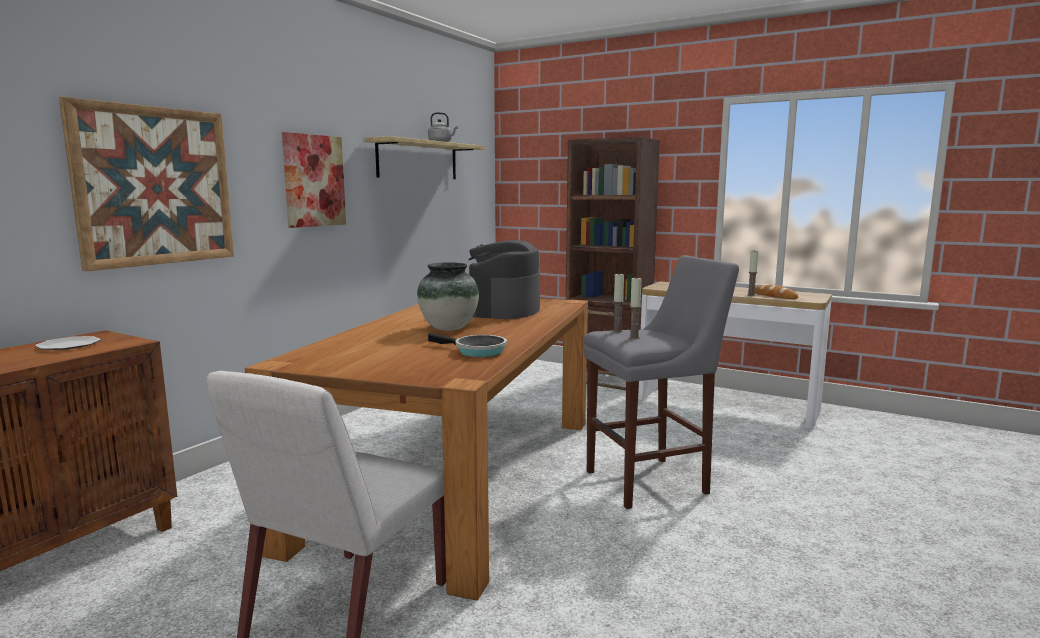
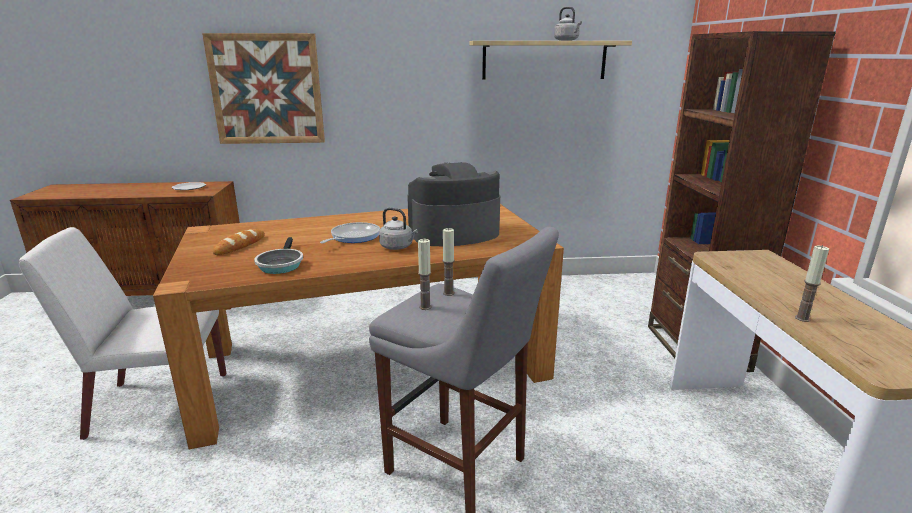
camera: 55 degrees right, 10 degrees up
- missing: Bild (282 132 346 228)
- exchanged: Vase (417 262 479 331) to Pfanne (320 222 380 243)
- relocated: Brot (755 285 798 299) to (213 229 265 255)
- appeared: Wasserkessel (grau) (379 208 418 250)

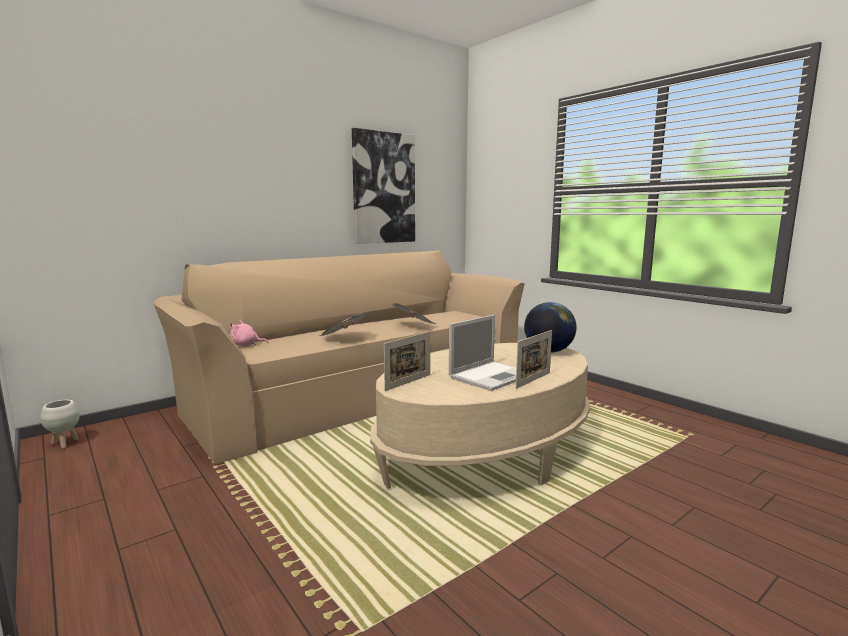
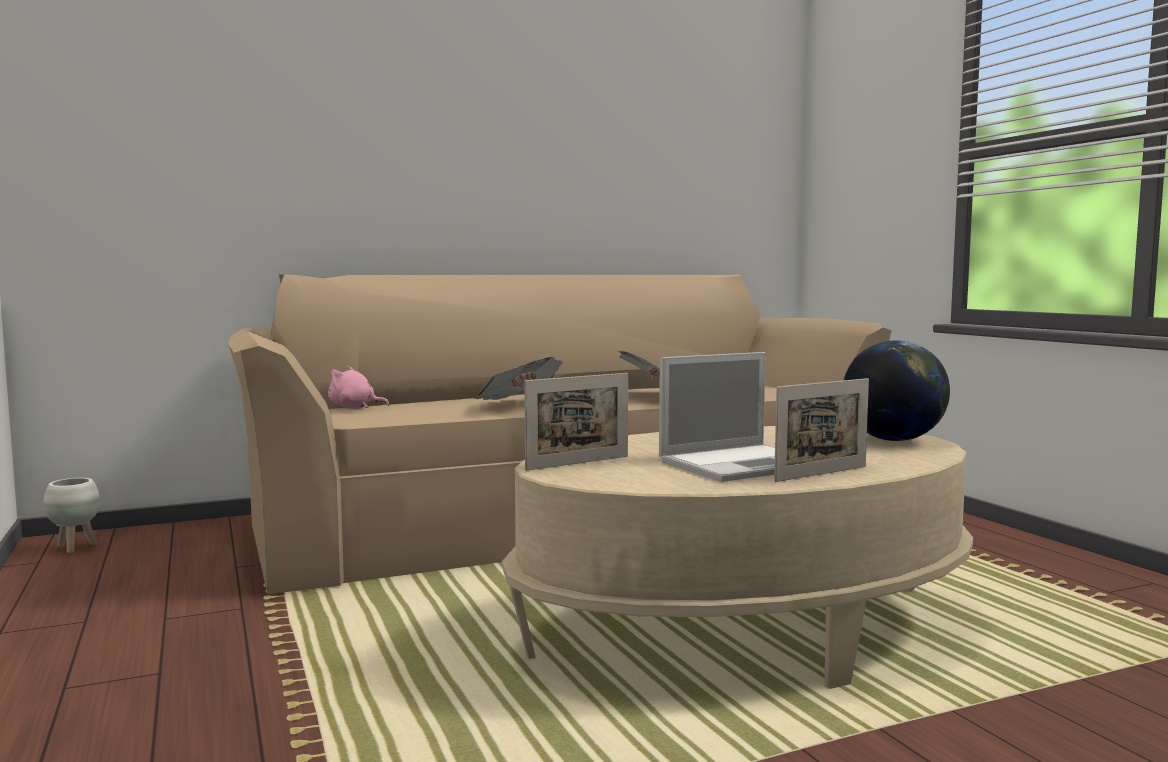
camera: 15 degrees right, 5 degrees down
- missing: Bild (352 128 415 244)

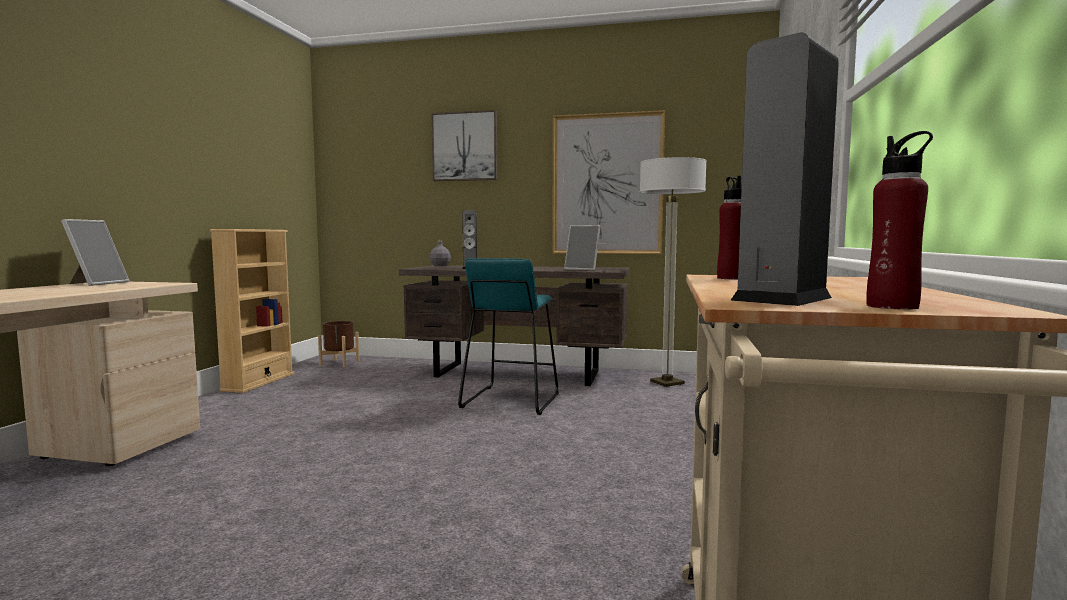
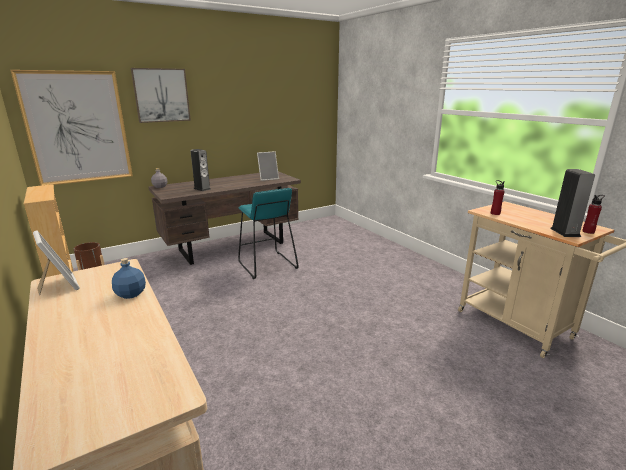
camera: 45 degrees left, 15 degrees up
- relocated: Bild (552 110 665 254) to (10 70 133 186)
- missing: Stehlampe (640 157 707 387)
- appeared: Flasche (blau) (112 258 146 299)

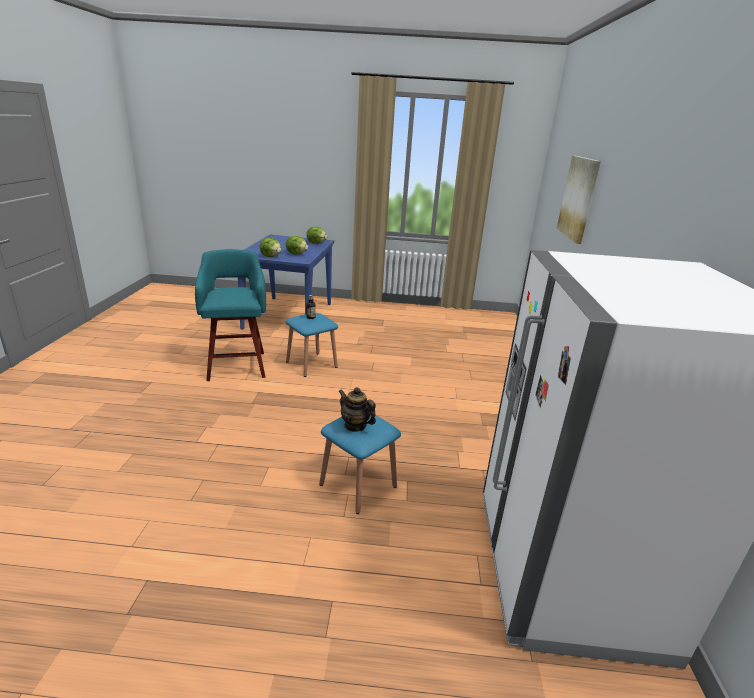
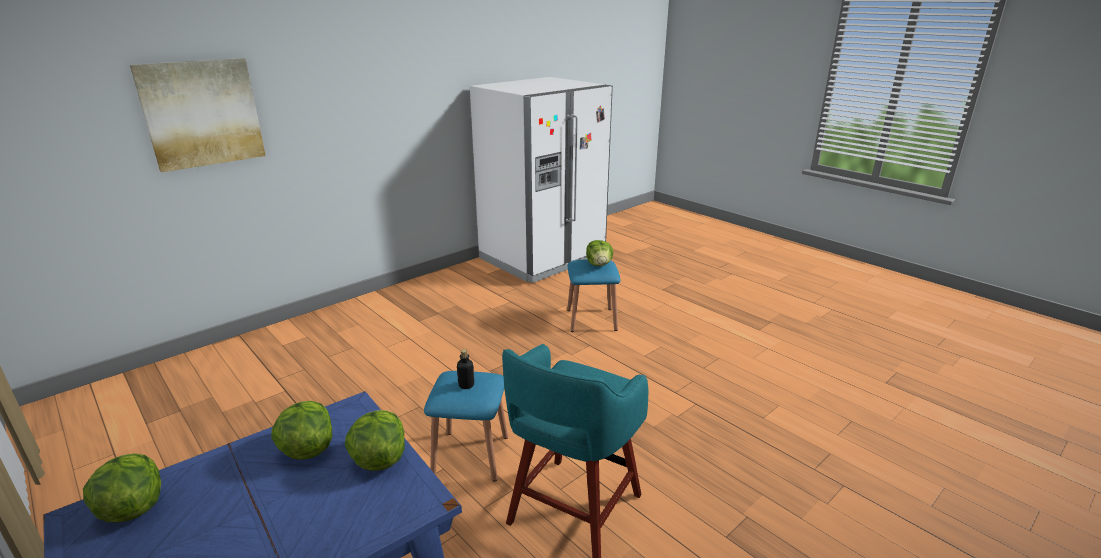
camera: 135 degrees left, 0 degrees up
- exchanged: Teekanne (338 387 376 432) to Salatkopf (586 240 613 266)

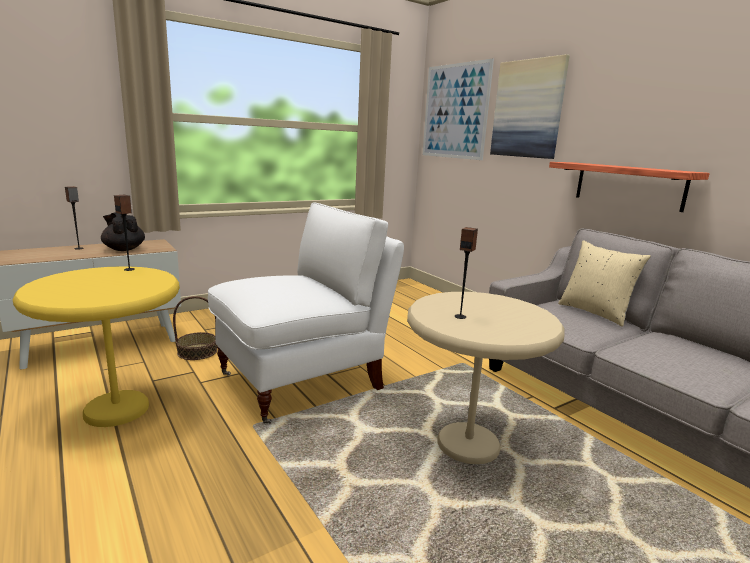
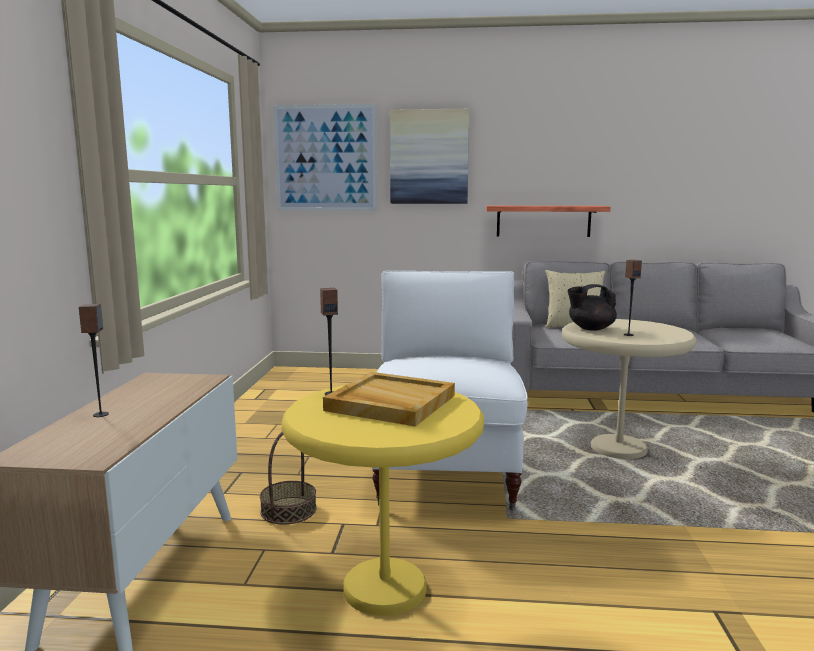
camera: 50 degrees left, 5 degrees down
- relocated: Teekanne (schwarz) (101 212 145 251) to (568 284 617 331)
- appeared: Tablett (beige) (323 372 455 427)

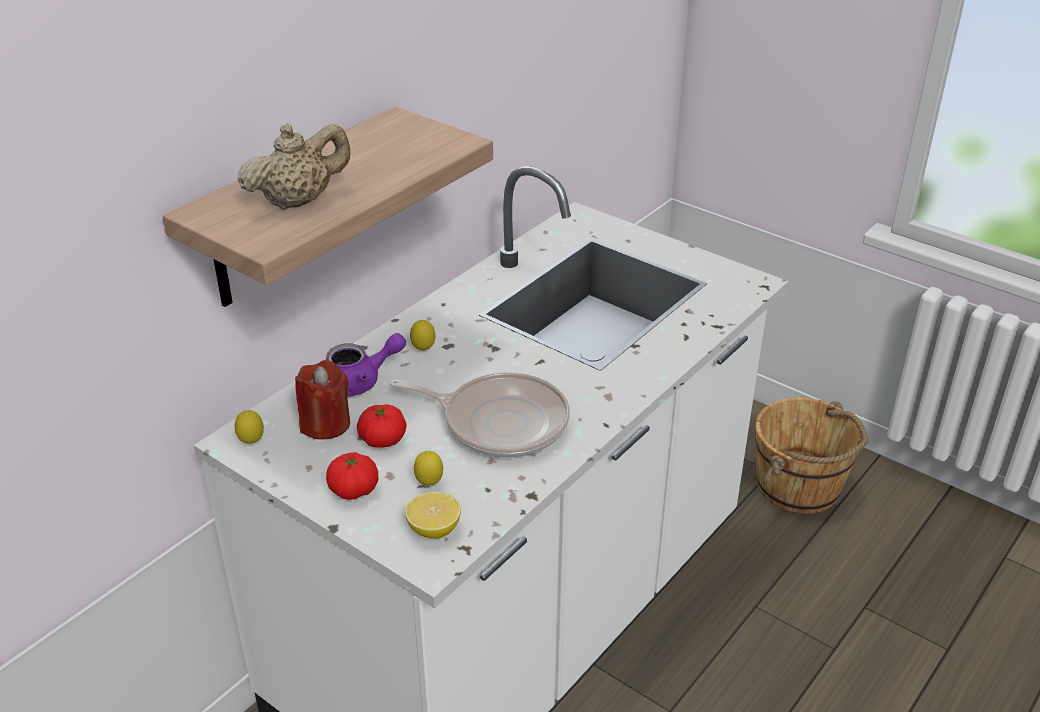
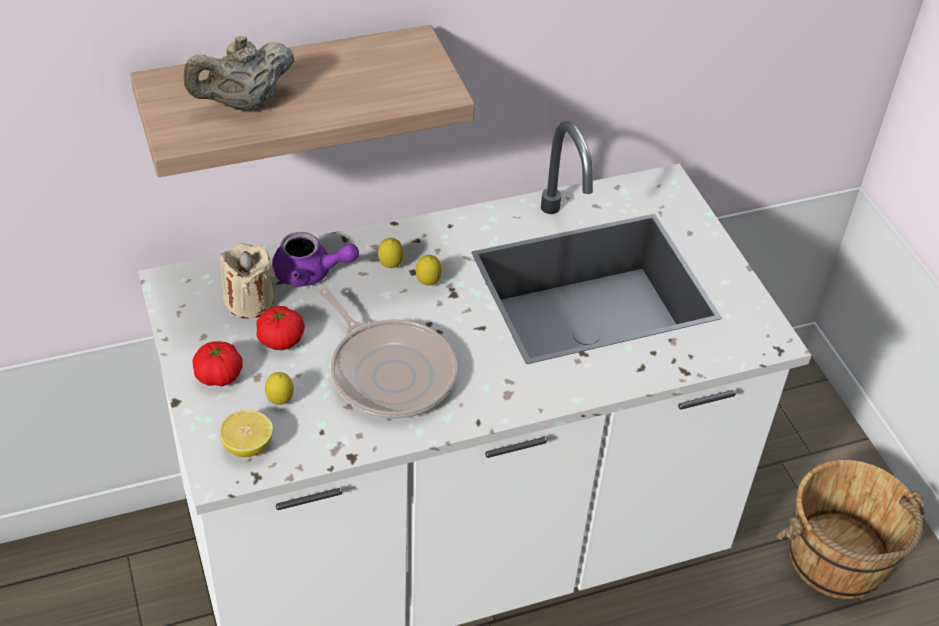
camera: 30 degrees right, 10 degrees up
- relocated: Zitrone (235 410 264 444) to (416 255 442 285)
- spun: Teekanne (beige) (237 124 351 210) = (184 36 295 110) 150 degrees clockwise
- colour: Kerze (rot) (295 360 350 440) to Kerze (beige) (220 243 275 319)

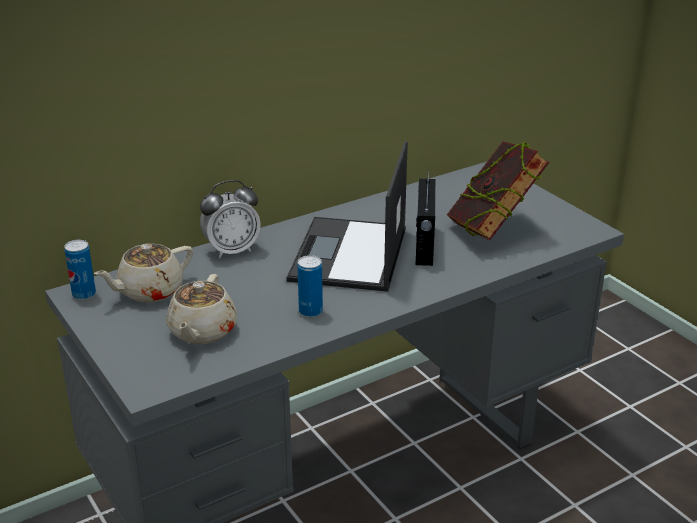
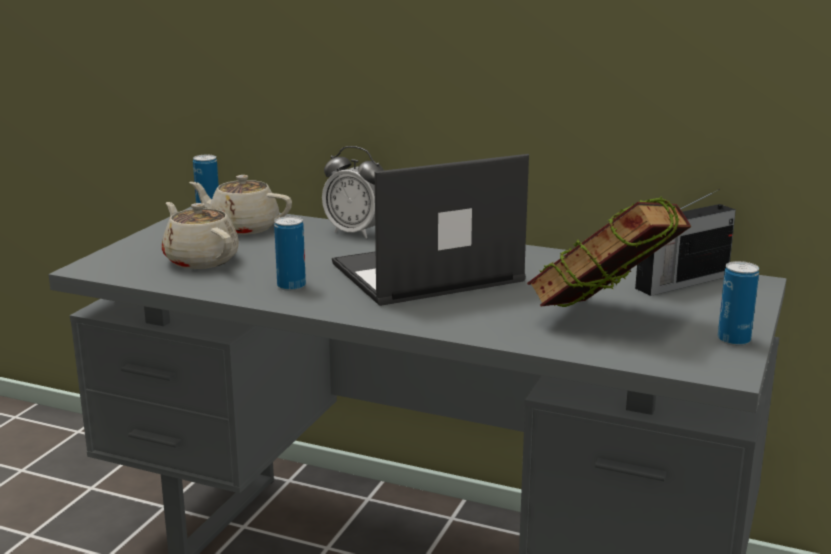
camera: 55 degrees right, 10 degrees down
- spun: Teekanne (beige) (166 274 237 344) = (162 202 239 269) 75 degrees clockwise
- relocated: Radio (416 169 436 266) to (635 189 736 296)
- appeared: Dose (718 261 759 346)

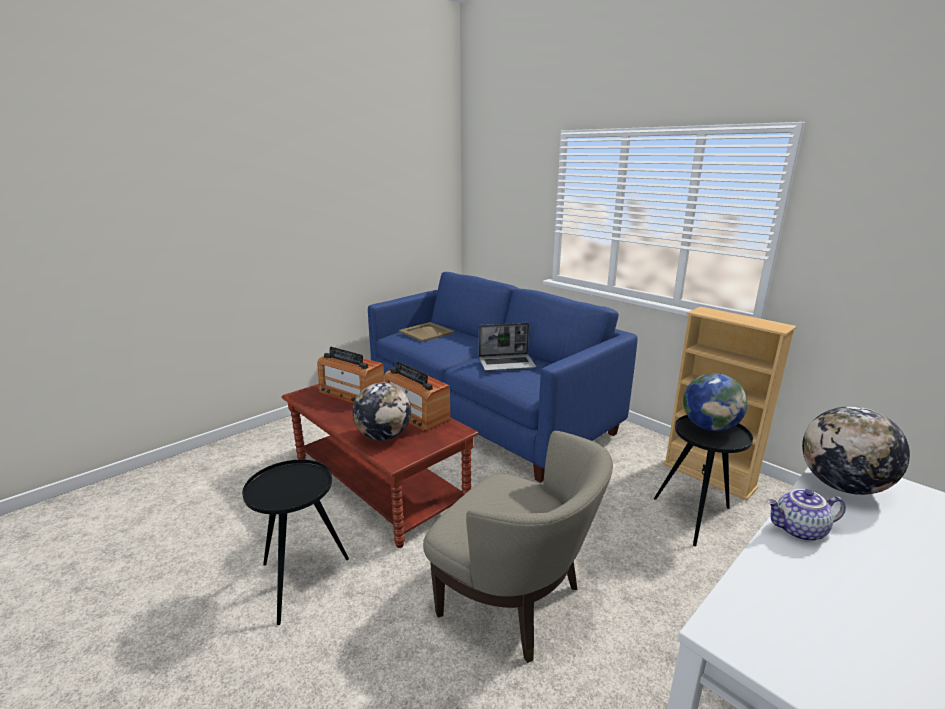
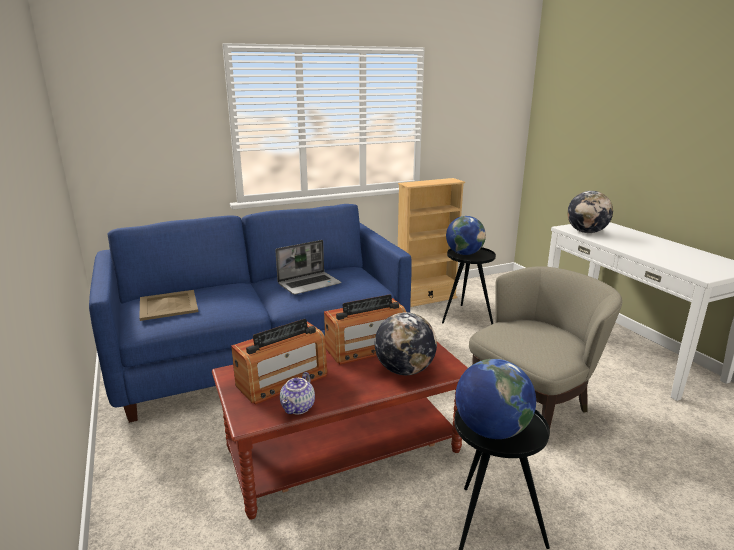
camera: 70 degrees left, 0 degrees up
- spun: Laptop (479 323 536 371) = (275 240 341 295) 45 degrees clockwise
- relocated: Teekanne (766 489 846 541) to (280 372 315 414)
- appeared: Globus (455 359 536 439)

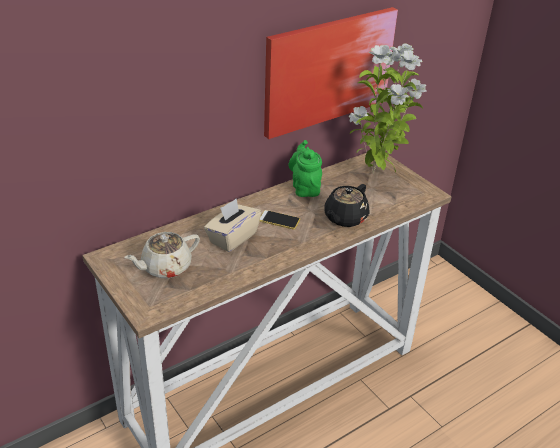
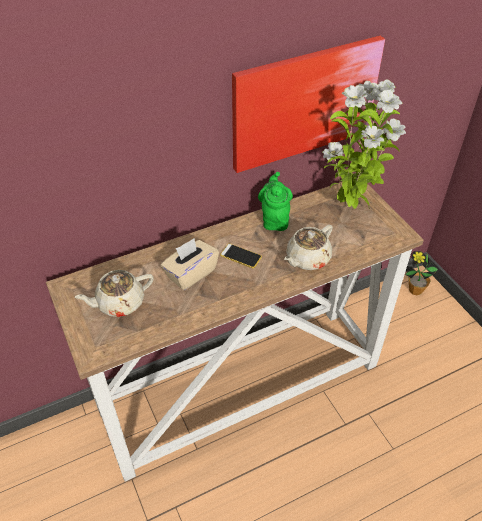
camera: 10 degrees right, 10 degrees up
- colour: Teekanne (schwarz) (324 184 369 227) to Teekanne (beige) (284 225 333 270)
- appeared: Topfpflanze (405 251 438 295)

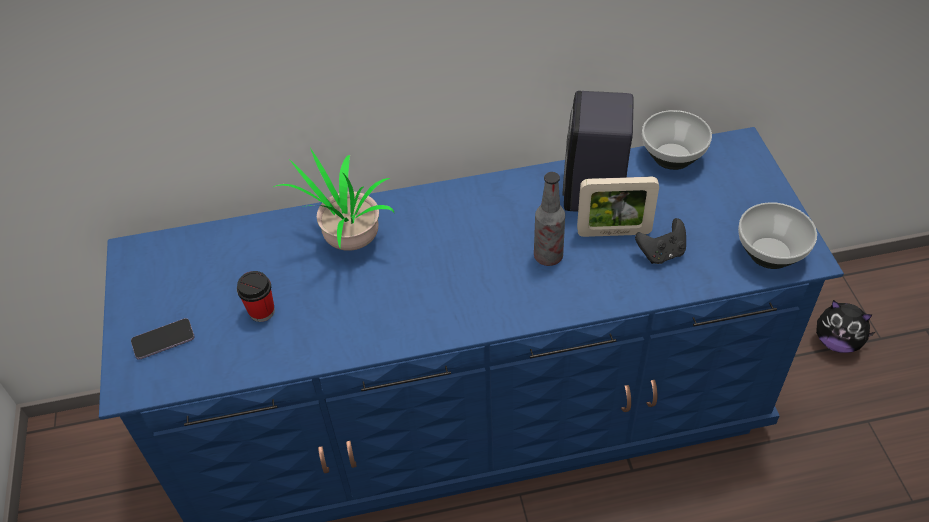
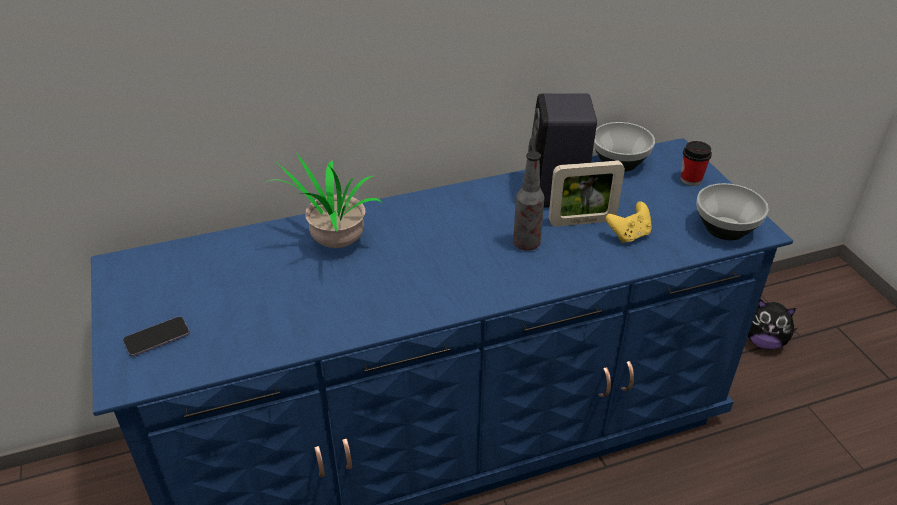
camera: 10 degrees left, 10 degrees down
- relocated: Tasse (237 271 275 322) to (680 141 712 186)
- colour: Gamepad (schwarz) (635 218 686 264) to Gamepad (gelb) (606 201 652 243)

